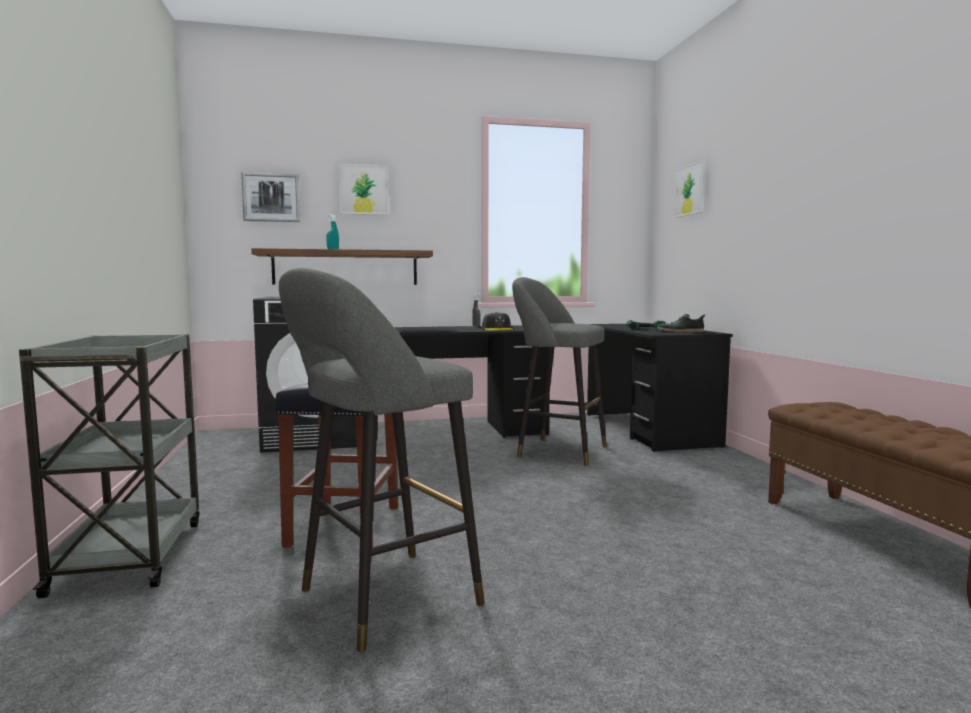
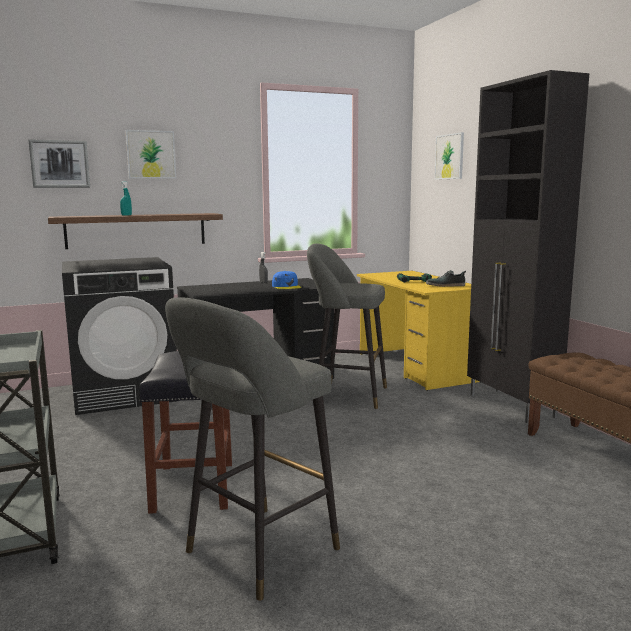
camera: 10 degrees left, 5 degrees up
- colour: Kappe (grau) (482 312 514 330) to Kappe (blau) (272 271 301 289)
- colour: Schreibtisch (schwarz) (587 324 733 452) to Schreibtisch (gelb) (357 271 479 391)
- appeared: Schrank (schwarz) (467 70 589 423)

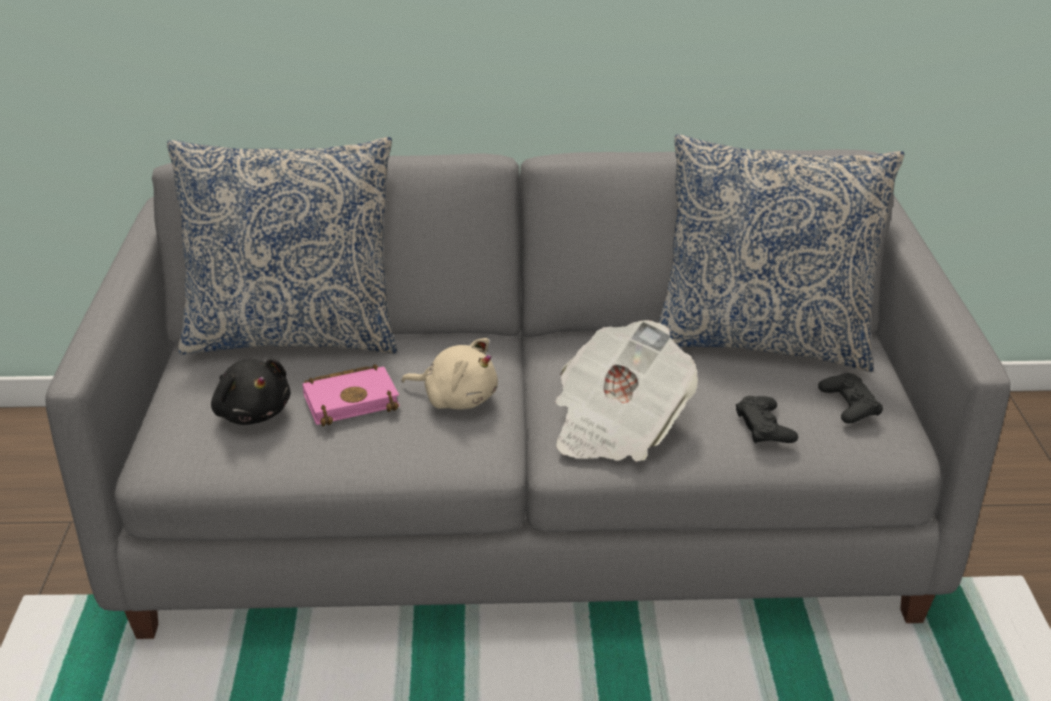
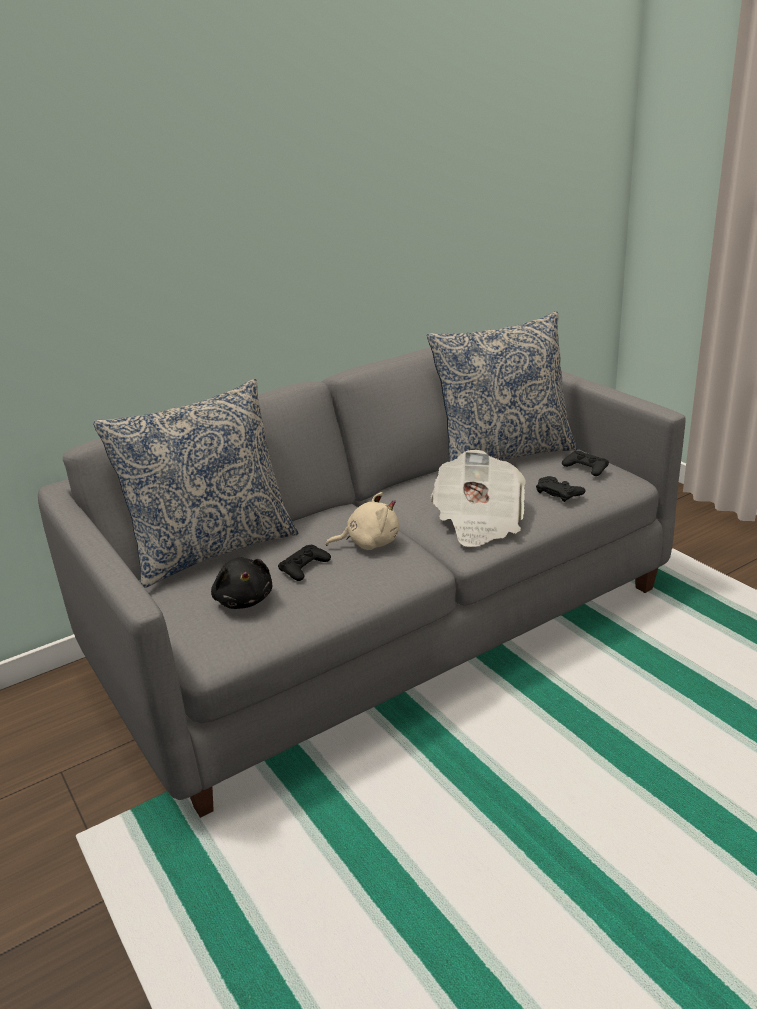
camera: 30 degrees left, 5 degrees down
- spun: Plüschtier (schwarz) (211 359 291 425) = (211 558 272 609) 45 degrees clockwise
- exchanged: Buch (rosa) (303 364 400 427) to Gamepad (schwarz) (278 545 331 581)

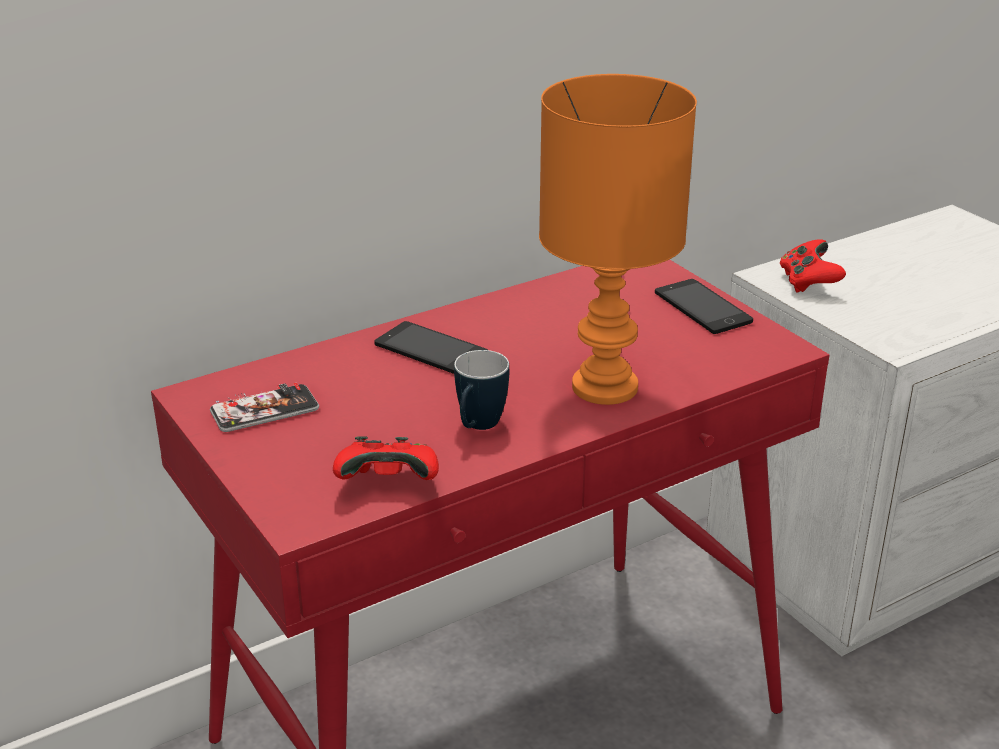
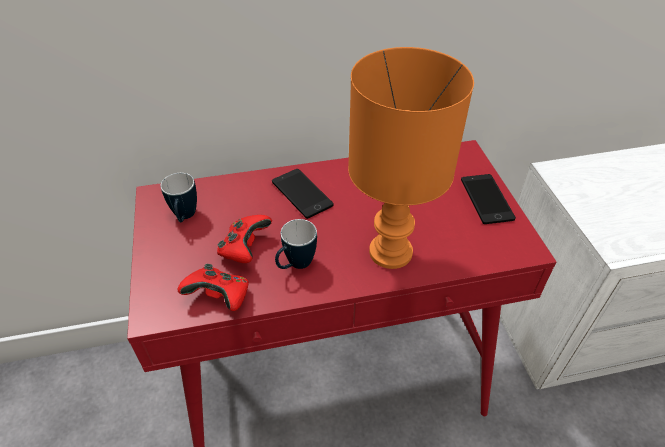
camera: 20 degrees right, 15 degrees up
- exchanged: Handy (210 383 319 432) to Henkelbecher (161 173 197 222)
- relocated: Gamepad (rot) (780 239 846 293) to (217 215 272 263)

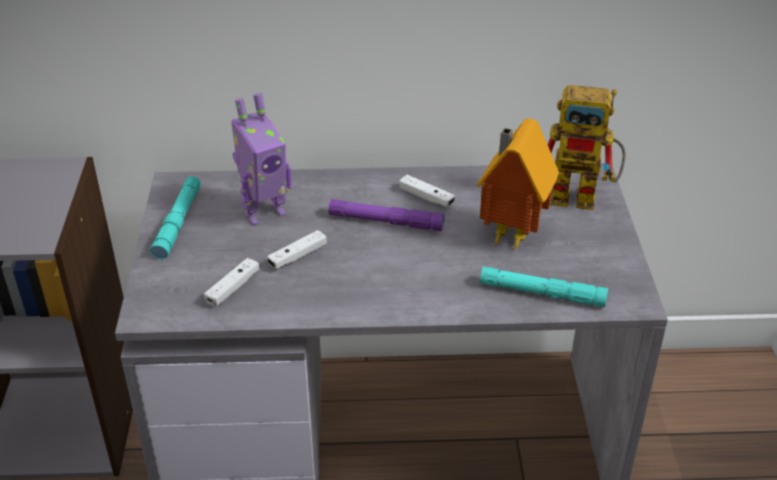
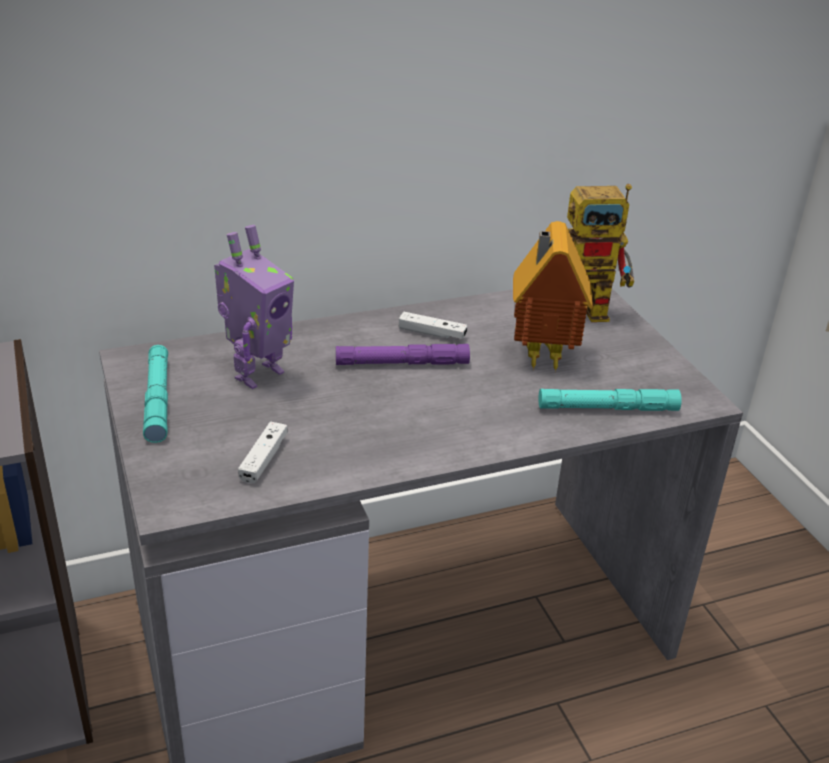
camera: 20 degrees left, 5 degrees down
- missing: Gamepad (weiß) (267 230 327 269)

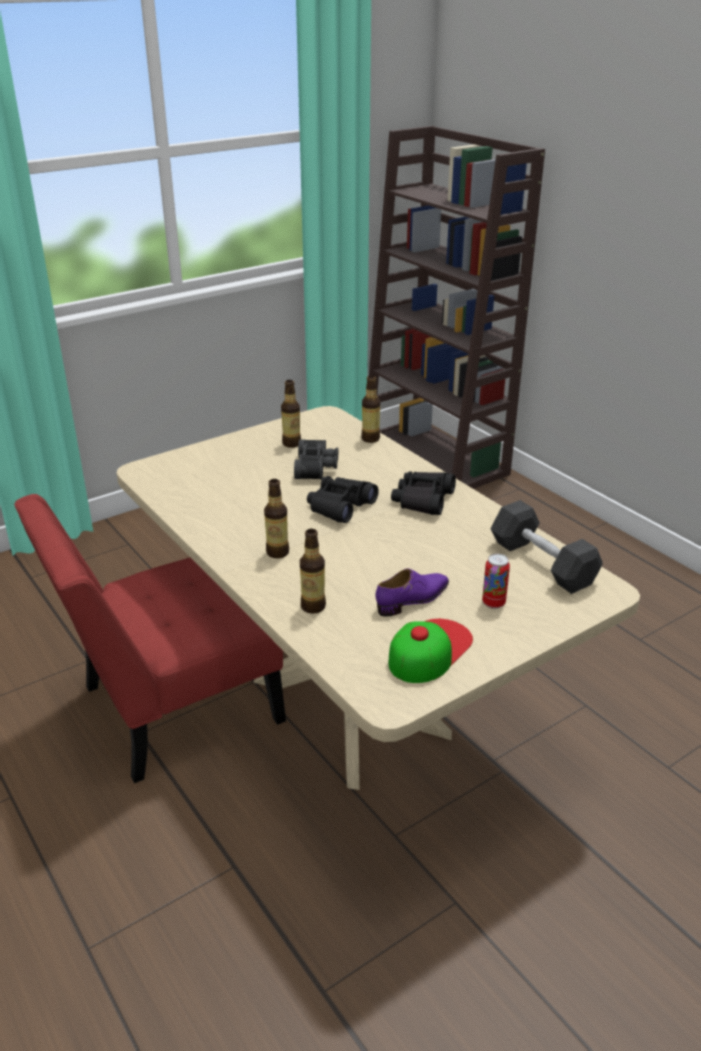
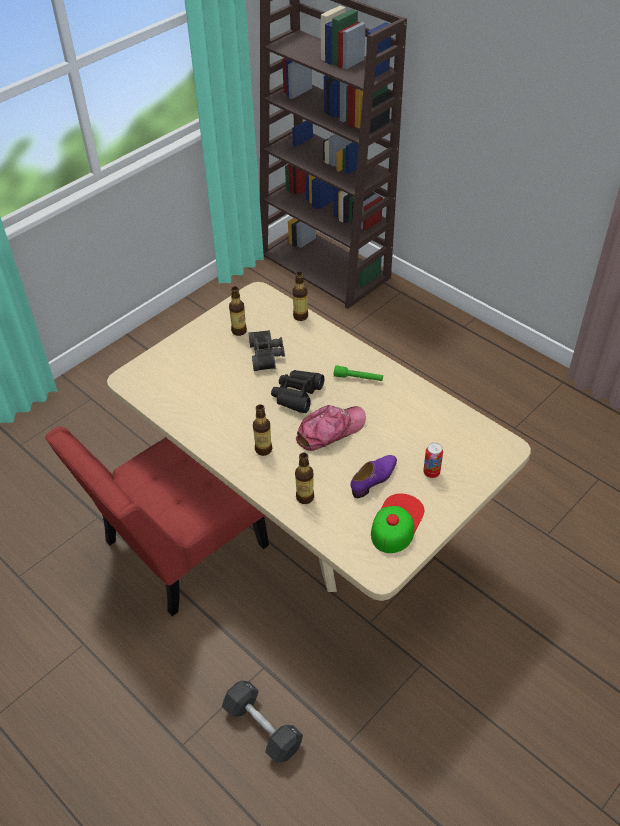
camera: 10 degrees left, 15 degrees up
- exchanged: Fernglas (schwarz) (391 471 456 515) to Taschenlampe (grün) (334 365 383 381)
- relocated: Hantel (schwarz) (490 500 603 594) to (222 681 303 762)
- appeared: Kappe (296 405 366 451)

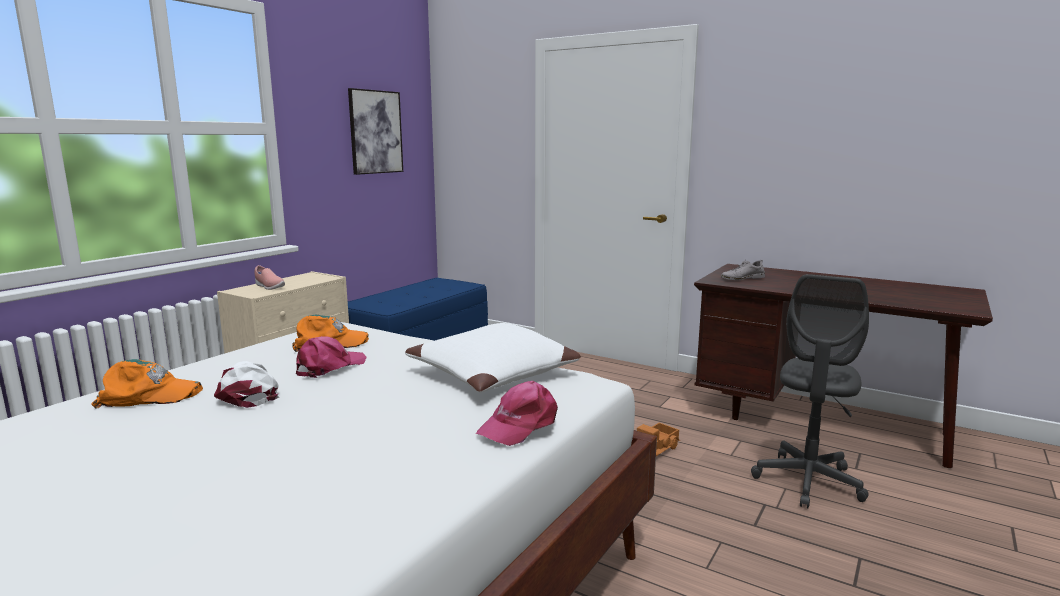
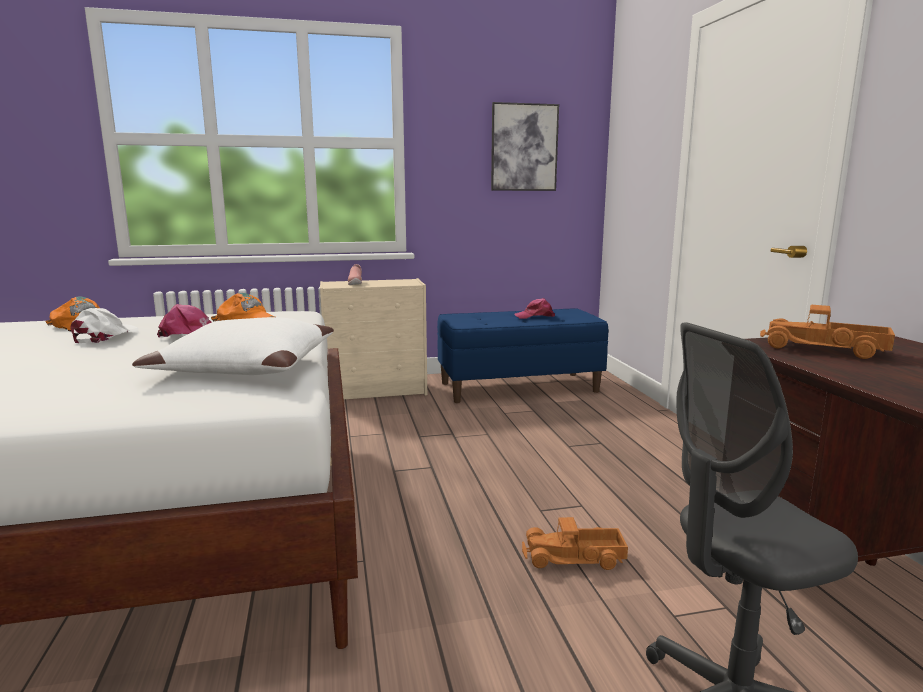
camera: 45 degrees right, 0 degrees up
- relocated: Kappe (rosa) (476 381 558 446) to (514 298 555 319)
- exchanged: Schuh (grau) (721 260 765 281) to Spielzeuglaster (760 305 895 359)

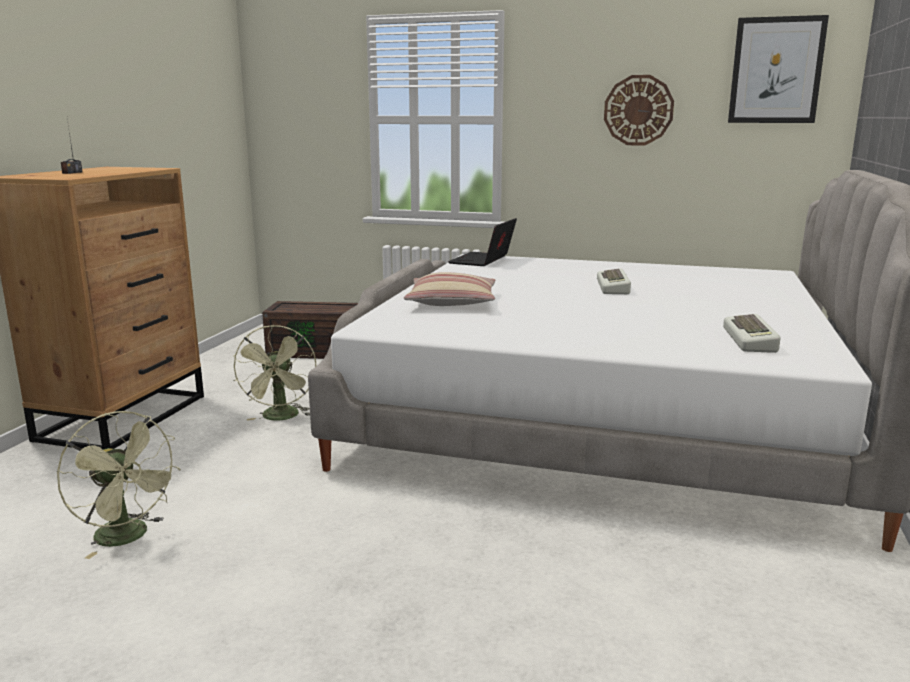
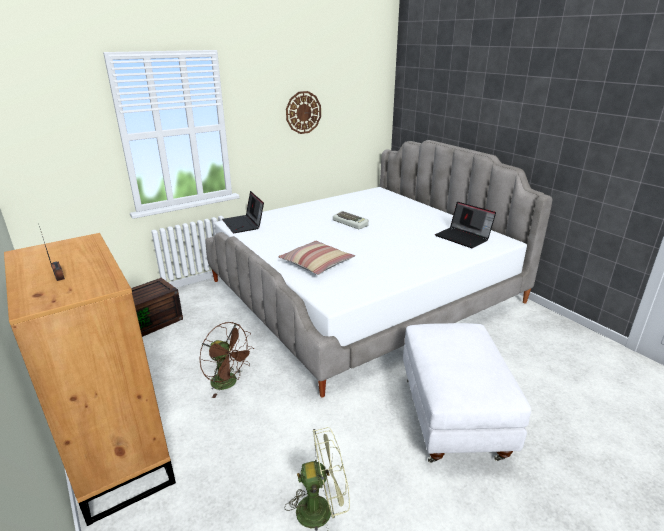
camera: 50 degrees left, 10 degrees up
- colour: Ventilator (grün) (234 325 316 421) to Ventilator (braun) (199 322 254 398)
- exchanged: Tastatur (723 314 781 353) to Laptop (435 202 496 248)
- missing: Bild (728 15 829 123)
- appeared: Polsterhocker (weiß) (403 323 531 463)

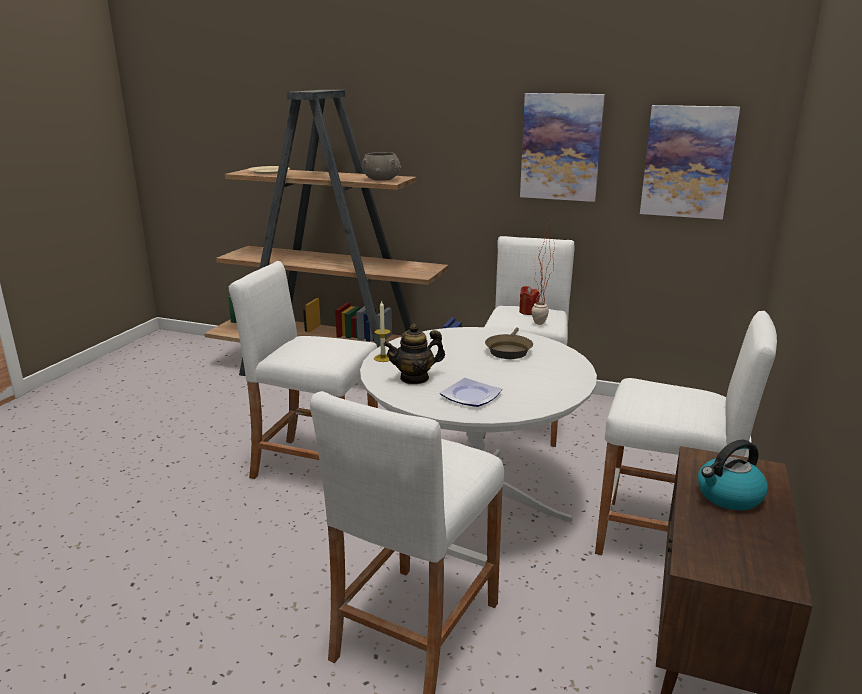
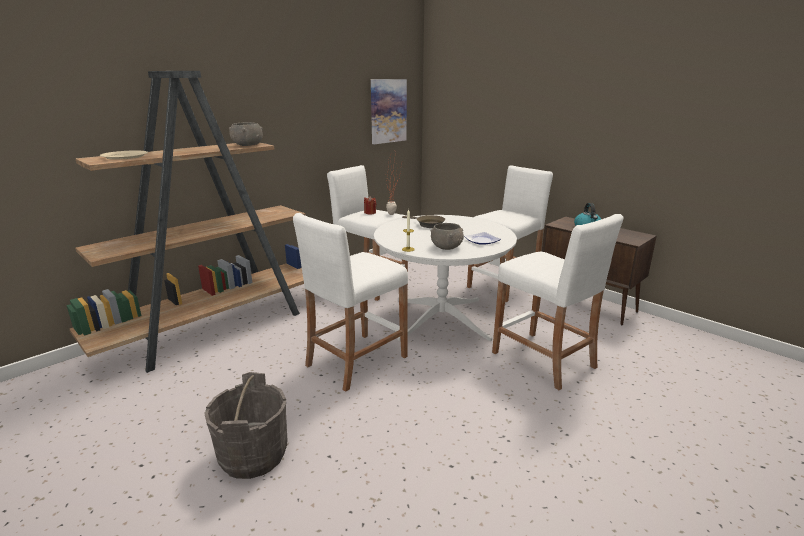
camera: 65 degrees left, 0 degrees up
- exchanged: Teekanne (383 324 445 384) to Schüssel (grau) (430 223 464 250)
- missing: Bild (520 93 605 202)
- appeared: Eimer (grau) (204 372 288 479)

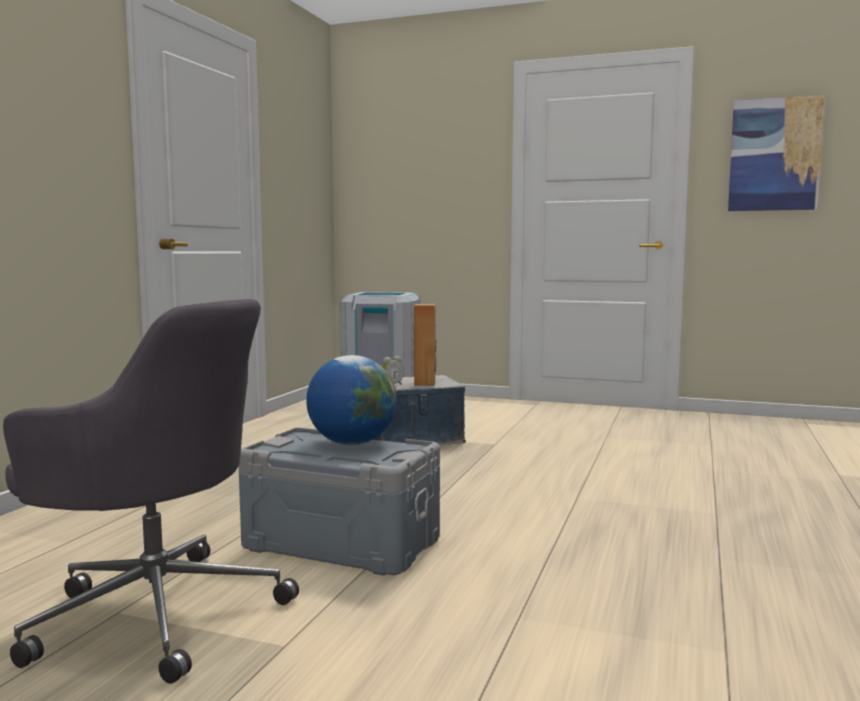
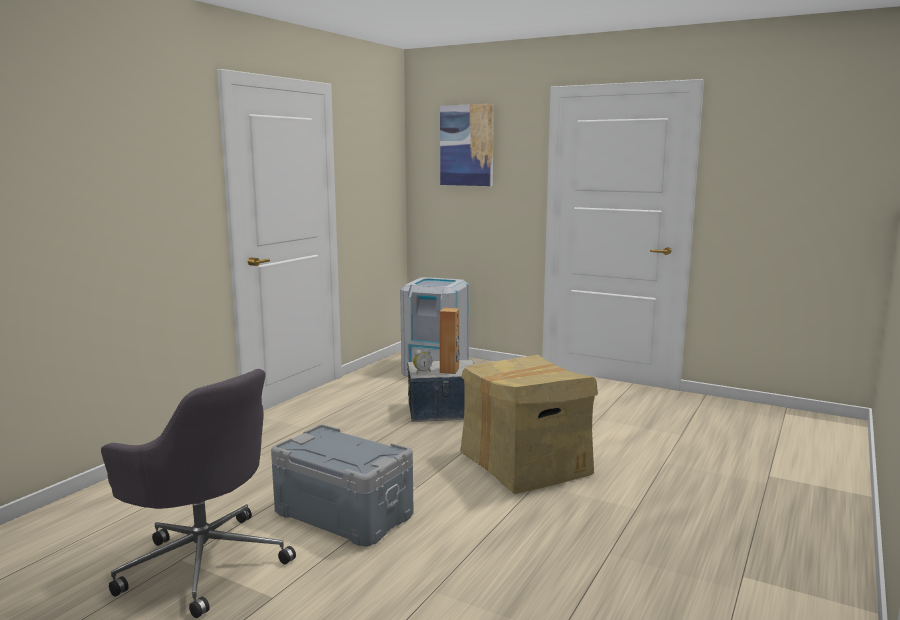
camera: 10 degrees right, 5 degrees up
- missing: Globus (306 355 397 445)
- relocated: Bild (728 95 824 211) to (440 104 494 186)
- appeared: Karton (460 355 598 494)

